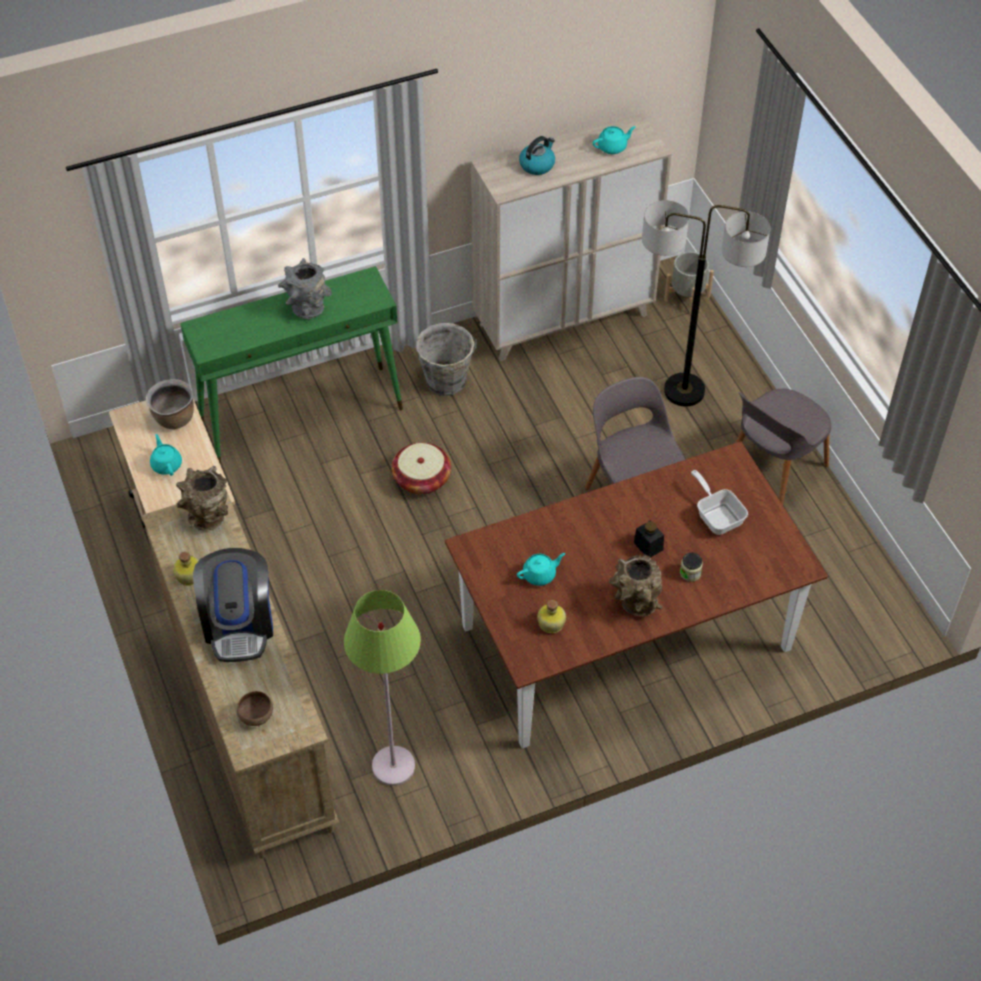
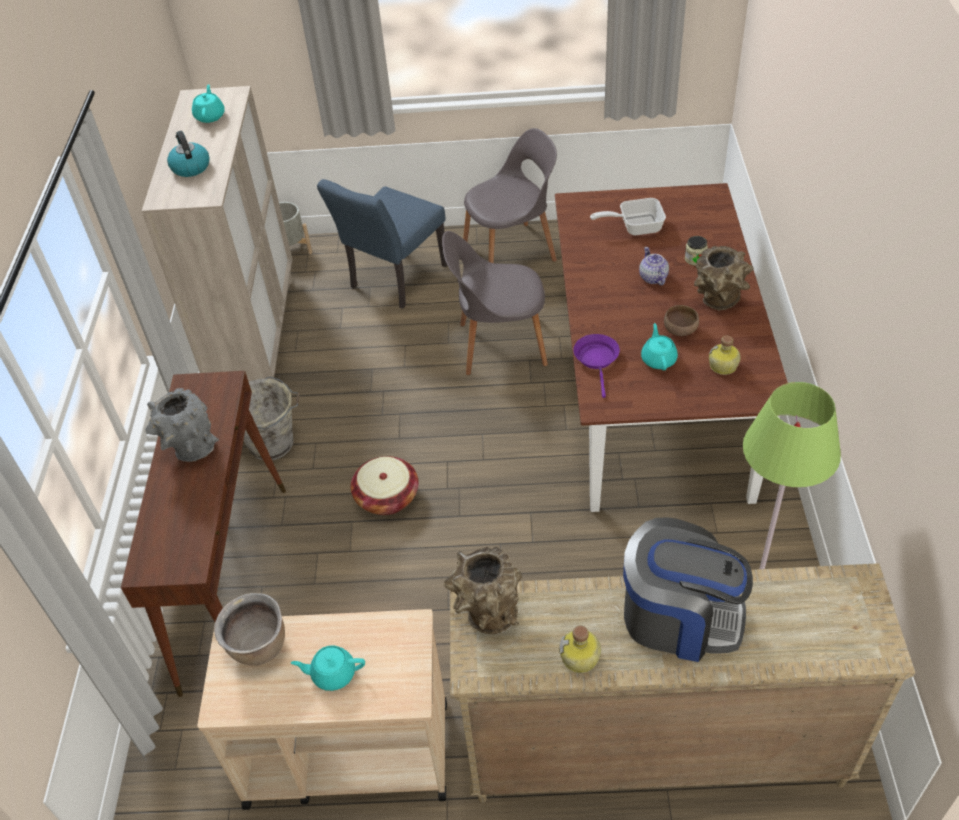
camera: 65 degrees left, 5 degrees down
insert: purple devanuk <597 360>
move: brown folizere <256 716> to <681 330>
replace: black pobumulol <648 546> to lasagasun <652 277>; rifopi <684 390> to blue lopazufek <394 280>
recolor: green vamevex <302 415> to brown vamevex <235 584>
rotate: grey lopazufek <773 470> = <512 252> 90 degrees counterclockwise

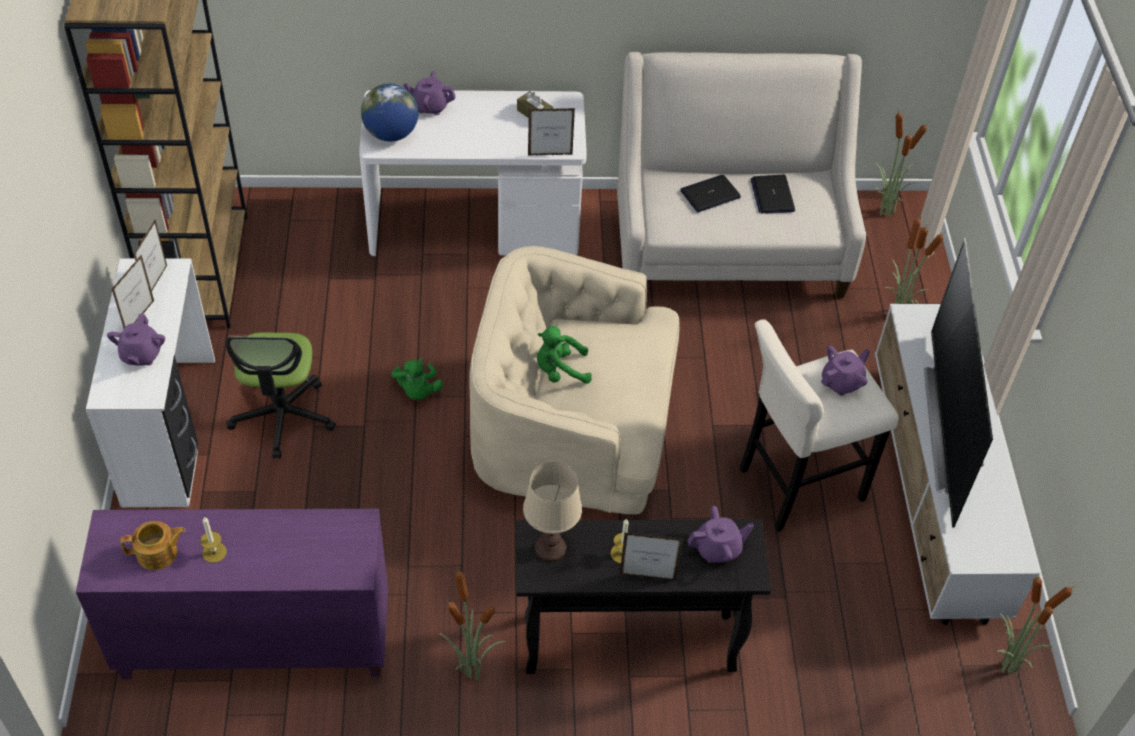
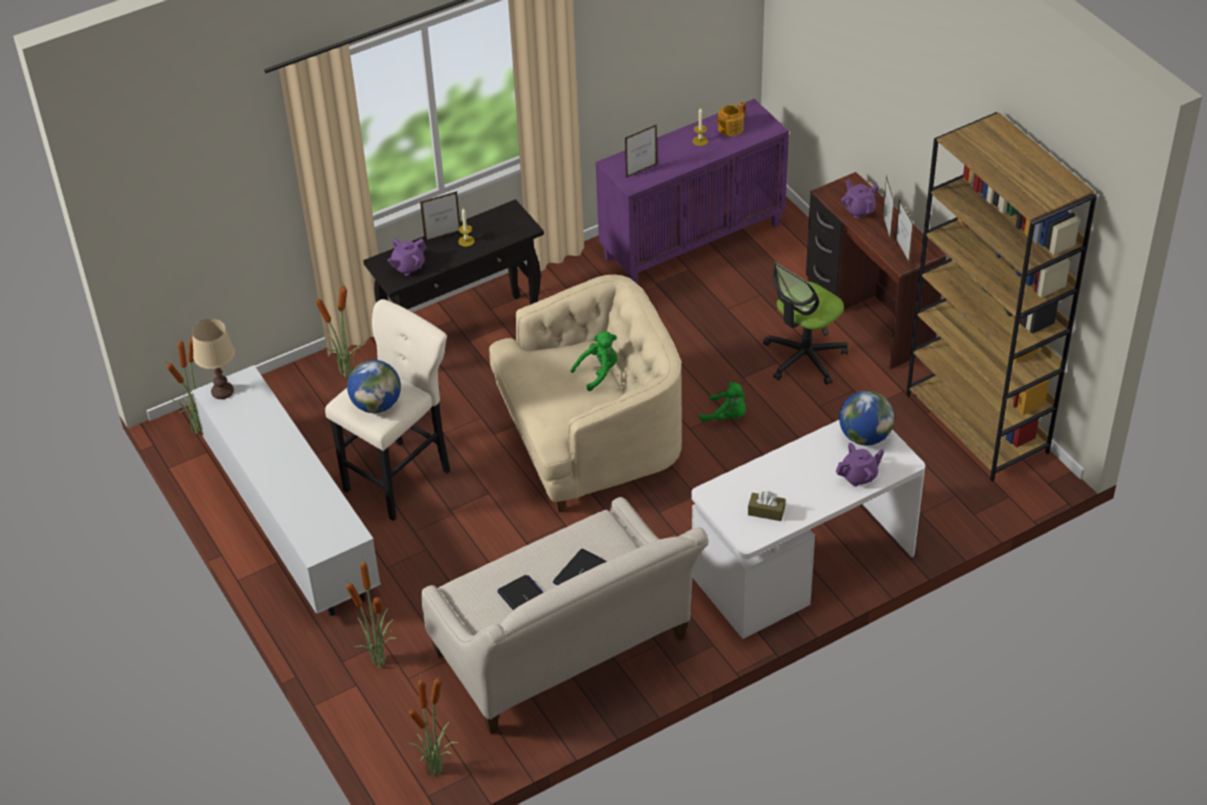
camera: 155 degrees right, 5 degrees down
delete: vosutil <950 429>
move: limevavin <471 669> to <347 374>; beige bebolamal <550 548> to <222 391>; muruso <550 155> to <641 171>
replace: purple lasagasun <842 382> to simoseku <376 405>
recolor: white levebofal <172 431> to brown levebofal <868 317>
rotate: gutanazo <283 417> = <804 357> 105 degrees counterclockwise; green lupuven <417 391> = <727 416> 150 degrees clockwise

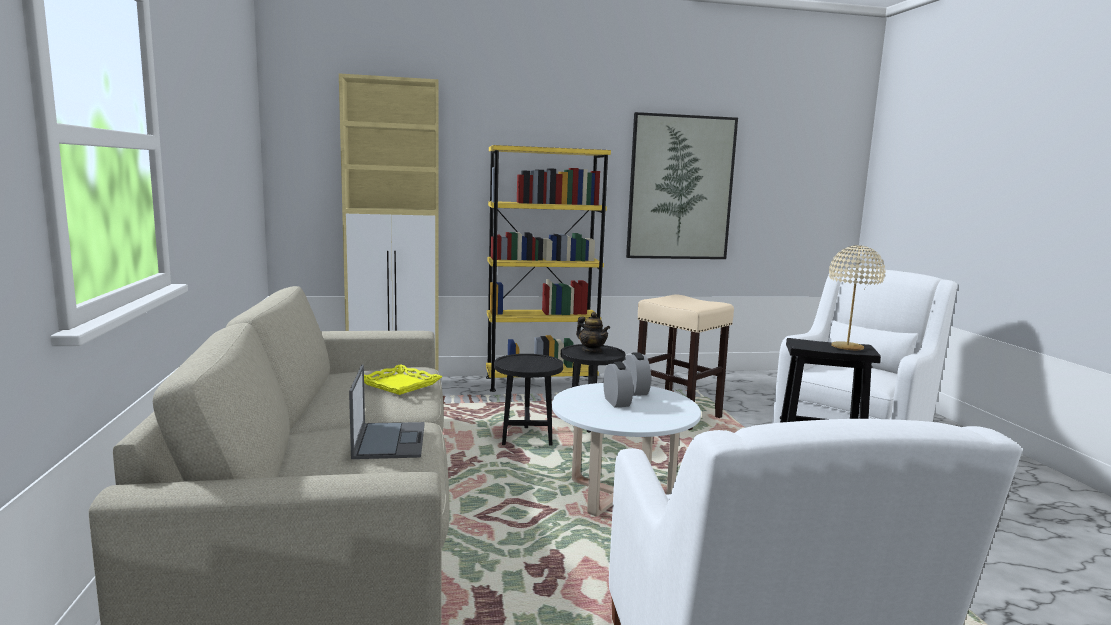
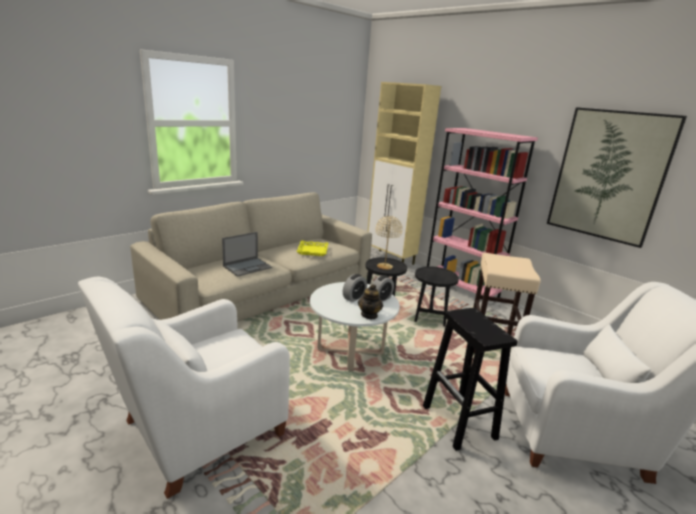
camera: 55 degrees right, 10 degrees up
move: lasagasun <592 351> to <369 315>; beige bebolamal <847 347> to <385 267>
recolor: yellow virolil <541 383> to pink virolil <461 289>

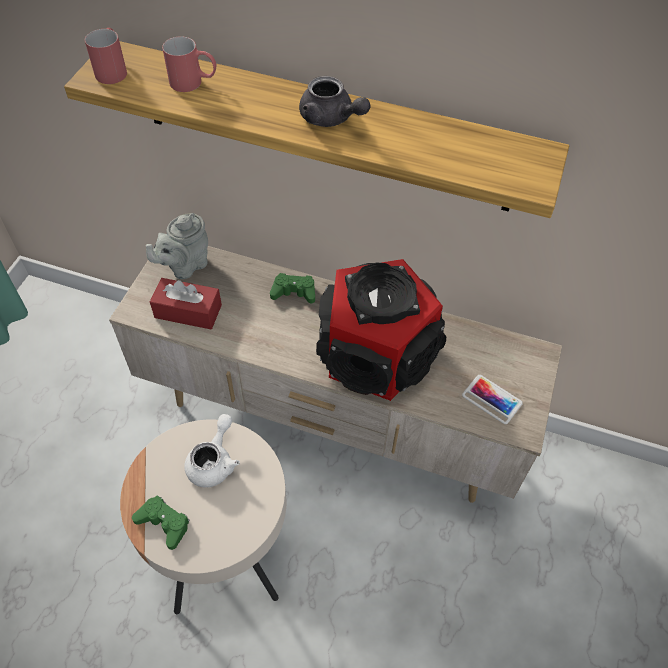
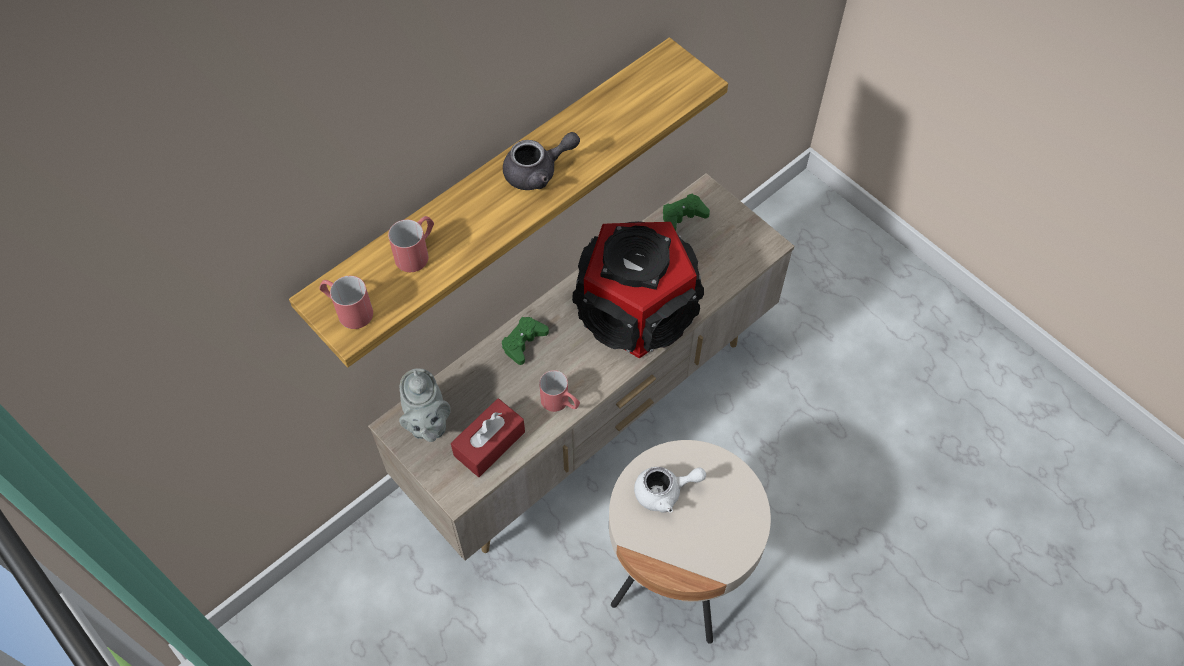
camera: 60 degrees left, 5 degrees up
delete: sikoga <491 399>
insert: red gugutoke <560 403>
move: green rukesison <164 523> to <683 216>
rotate: white lasagasun <214 461> = <665 492> 120 degrees clockwise

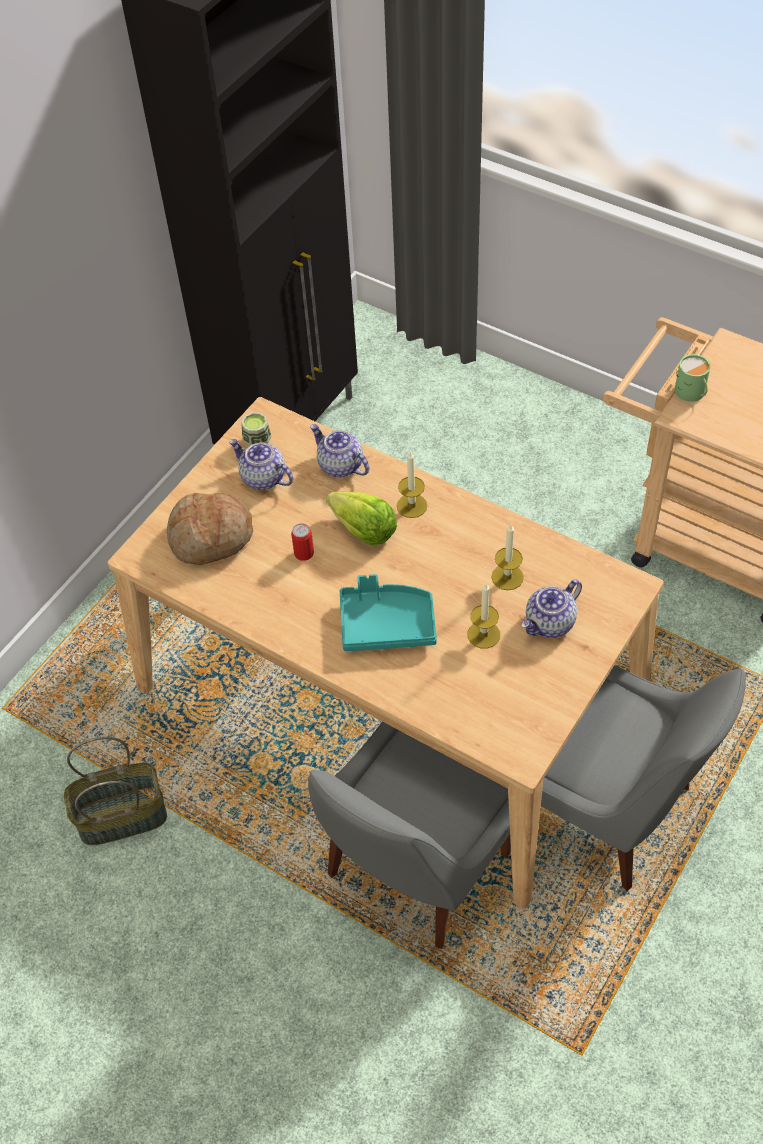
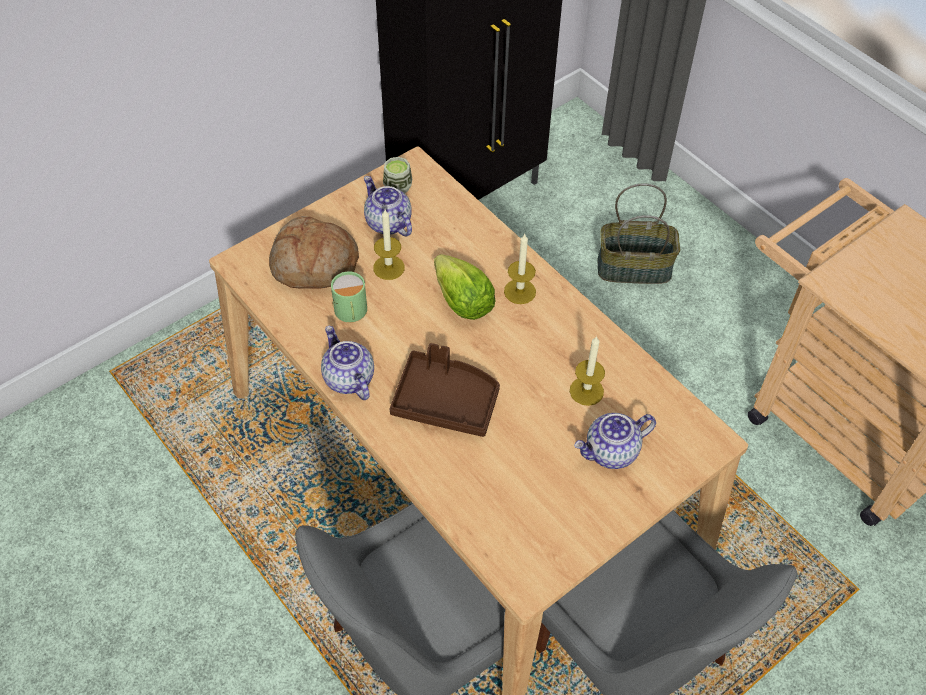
camera: 15 degrees right, 0 degrees up
delete: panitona <304 553>
move: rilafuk <122 815> to <634 267>; lasagasun <340 465> to <348 379>; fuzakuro <483 634> to <389 267>; green gugutoke <691 393> to <350 312>
recolor: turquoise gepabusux <387 624> to brown gepabusux <446 401>

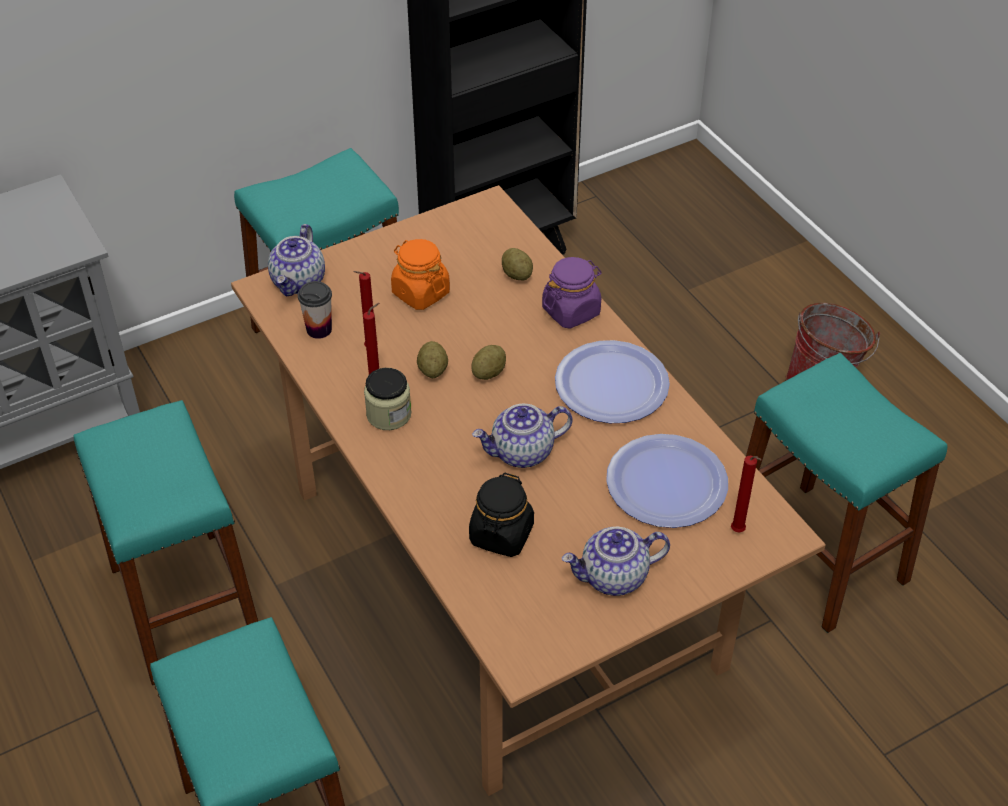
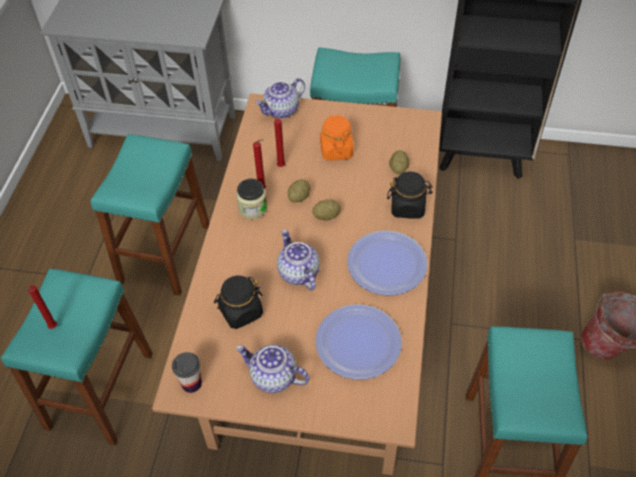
camera: 40 degrees right, 5 degrees up
move: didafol <319 329> to <191 383>; red fuzakuro <739 532> to <52 328>
recolor: purple pobumulol <571 311> to black pobumulol <408 207>
rotate: lasagasun <522 452> = <298 273> 45 degrees clockwise

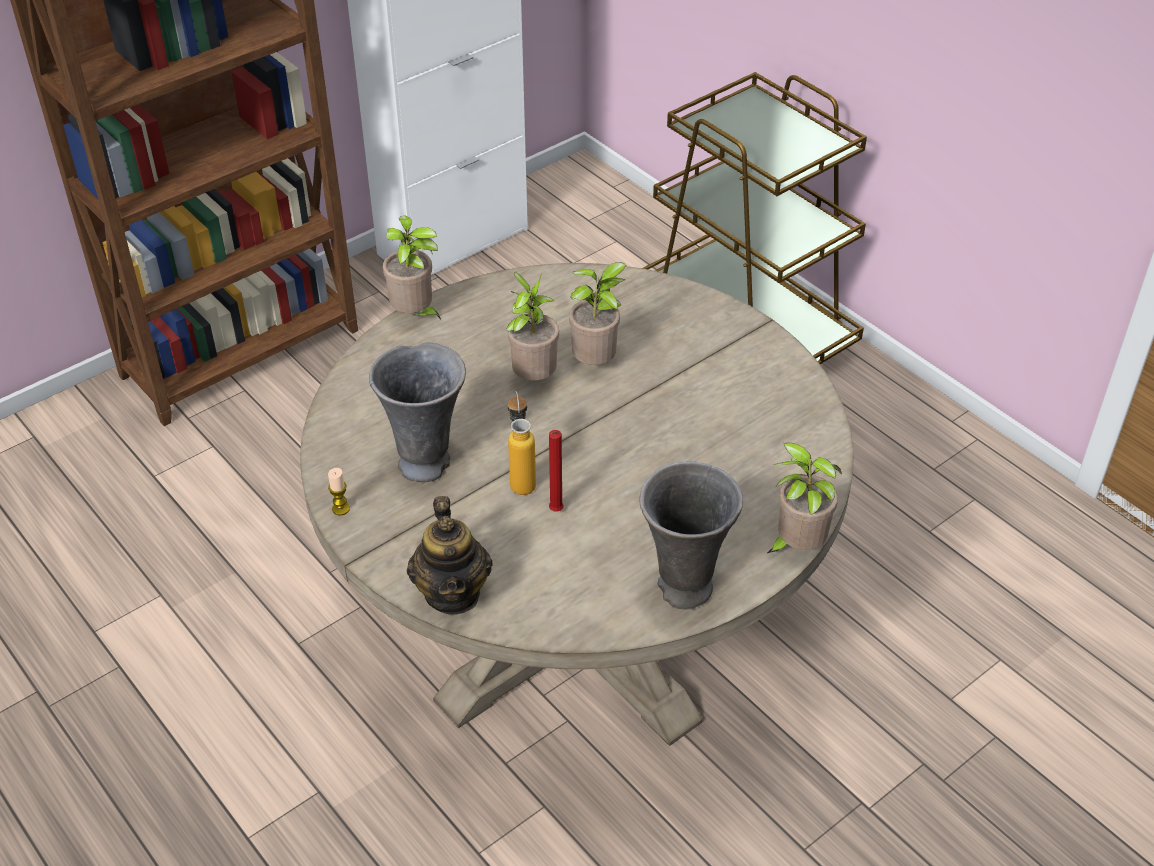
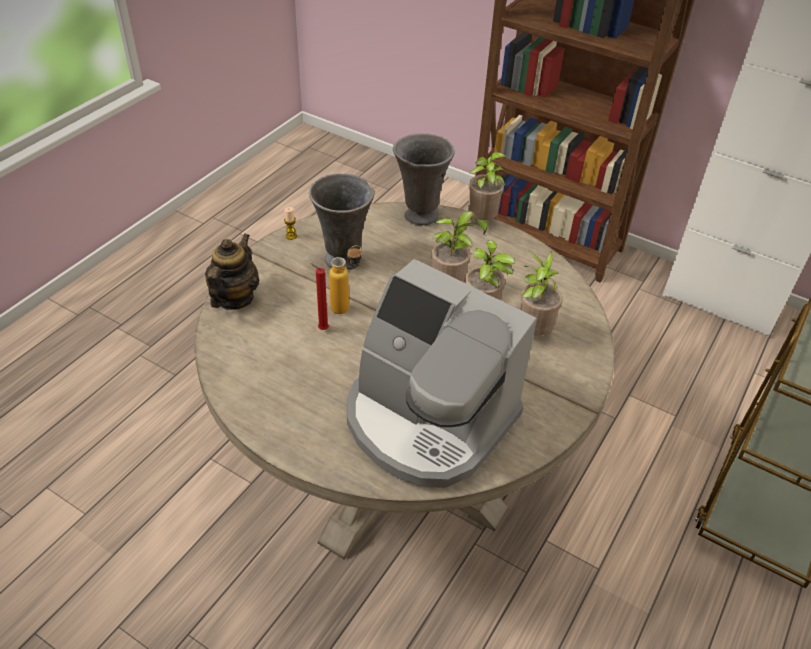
camera: 70 degrees right, 0 degrees up
insert: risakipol <428 420>
move: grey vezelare <684 590> to <419 216>; limevavin <796 546> to <532 332>
rotate: lasagasun <453 593> = <234 298> 135 degrees clockwise

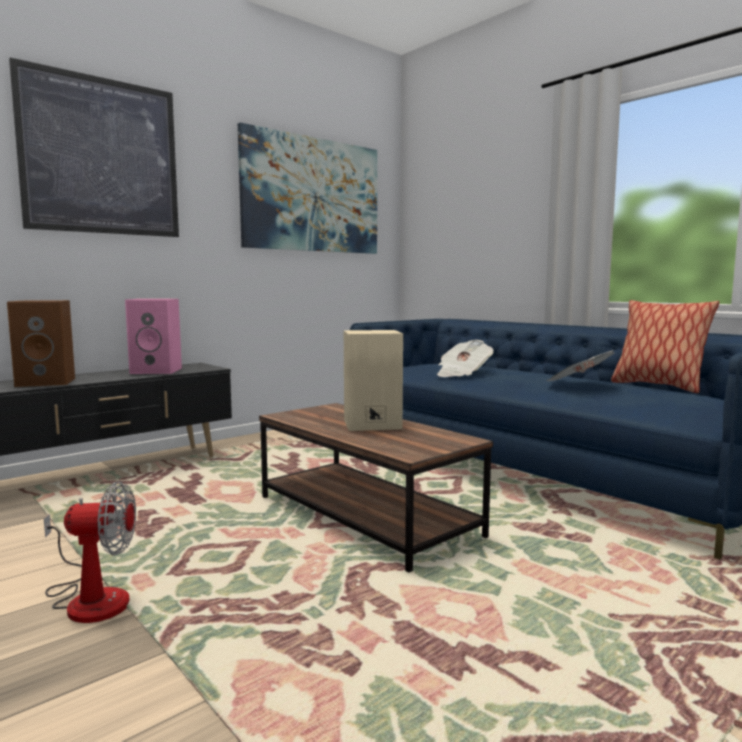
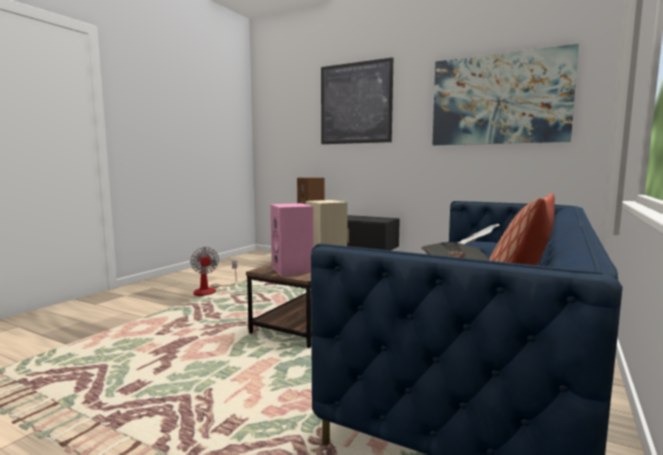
camera: 70 degrees right, 0 degrees up
move: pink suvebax <158 371> to <293 270>

